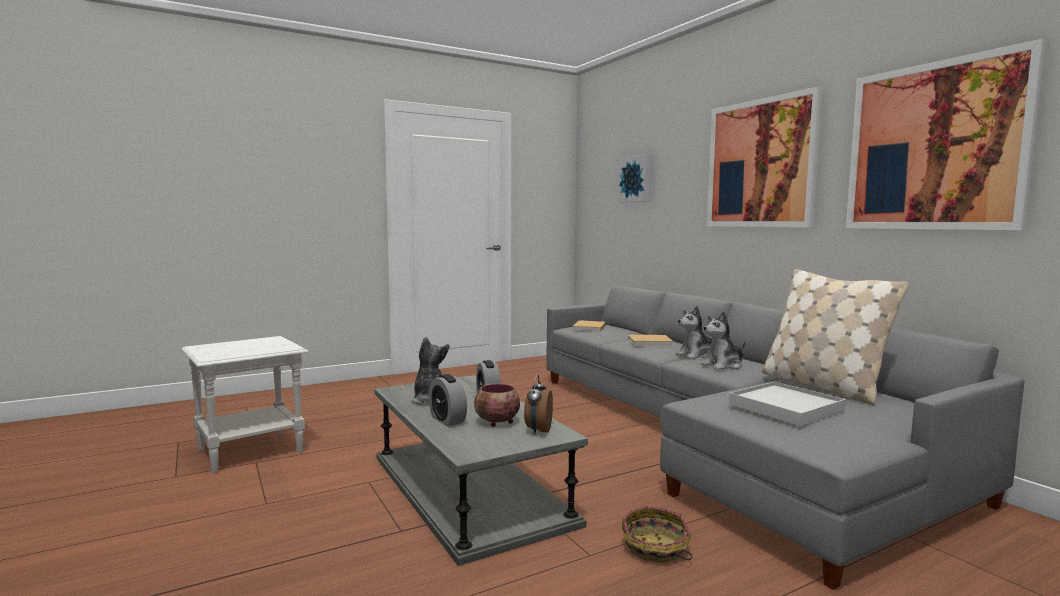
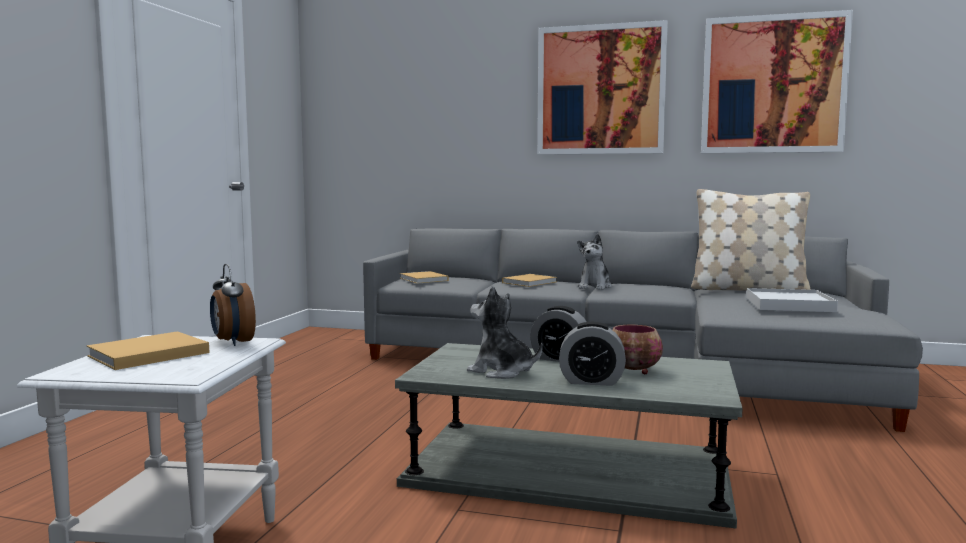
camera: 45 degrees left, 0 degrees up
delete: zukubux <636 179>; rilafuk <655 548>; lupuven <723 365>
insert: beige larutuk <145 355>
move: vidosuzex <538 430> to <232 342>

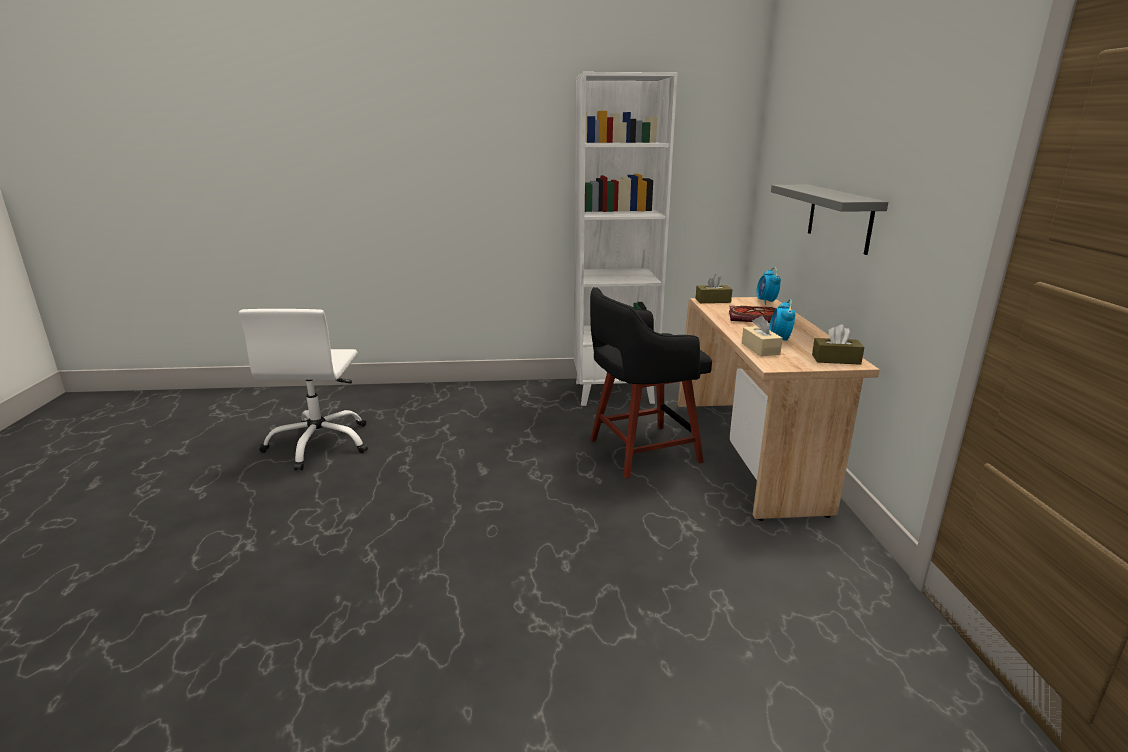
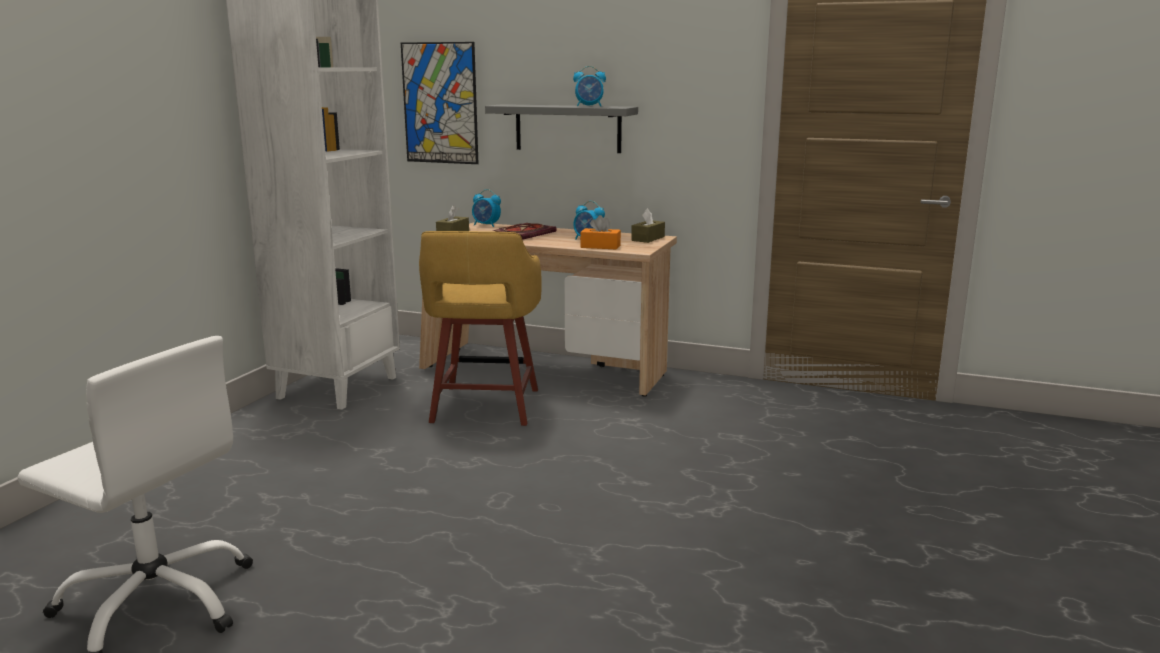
camera: 65 degrees left, 5 degrees down
insert: zukubux <440 103>; vidosuzex <589 106>
recolor: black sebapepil <640 451> to yellow sebapepil <484 407>; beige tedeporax <760 349> to orange tedeporax <600 246>

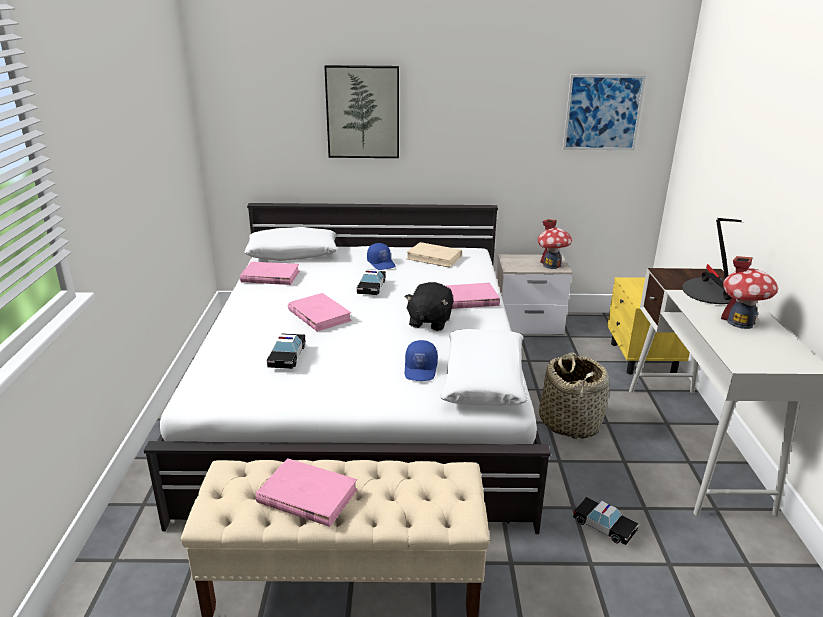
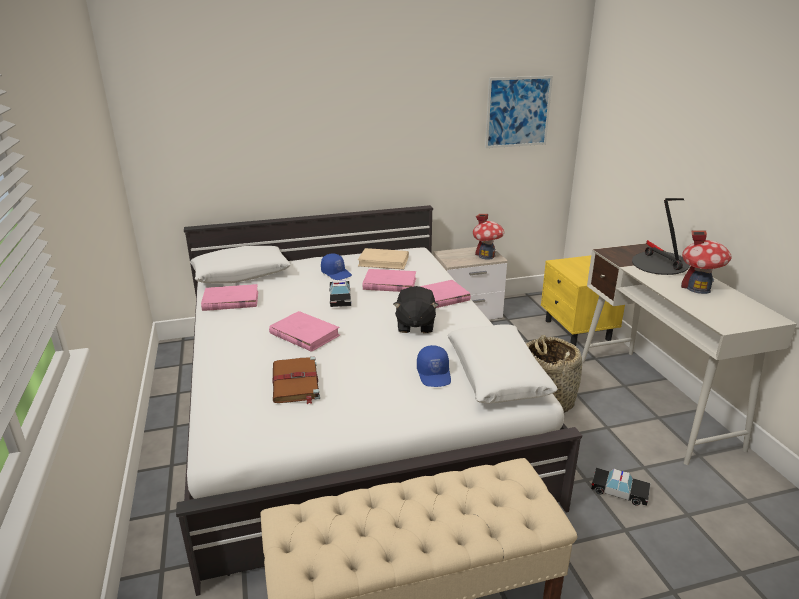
camera: 15 degrees left, 0 degrees up
delete: zukubux <363 112>
move: pink larutuk <307 496> to <389 284>
replace: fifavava <287 357> to brown larutuk <296 383>

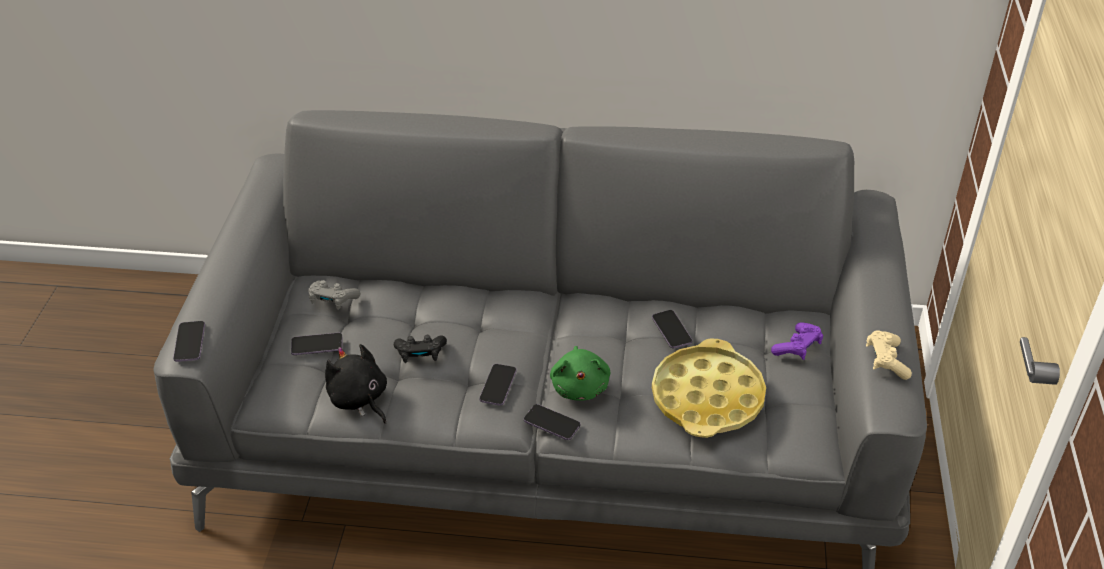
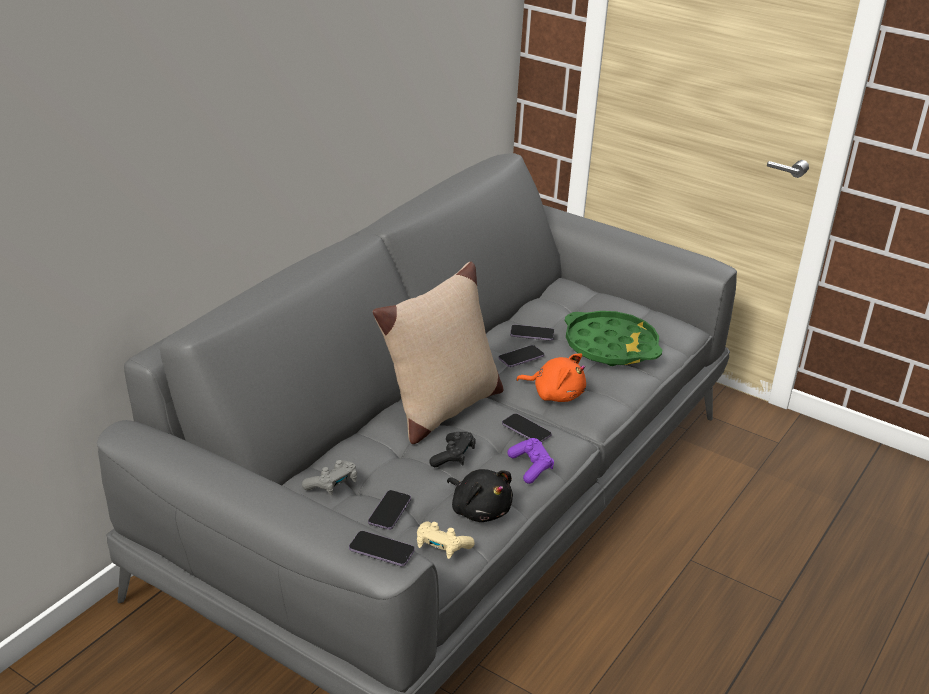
camera: 65 degrees left, 10 degrees down
insert: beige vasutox <441 410>
move: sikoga <552 423> to <521 357>; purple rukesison <797 348> to <531 467>; beige rukesison <886 361> to <441 547>
recolor: green lupuven <580 386> to orange lupuven <555 394>; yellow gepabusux <707 397> to green gepabusux <611 346>
rotate: black lupuven <359 399> = <479 510> 120 degrees counterclockwise

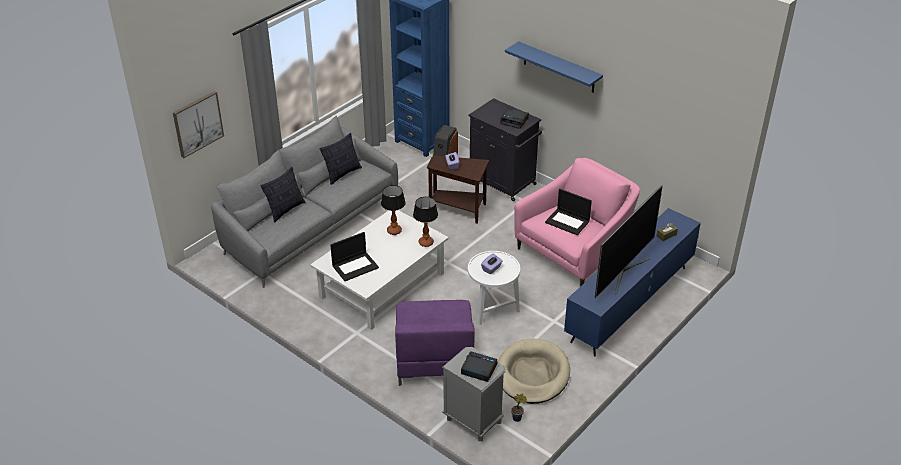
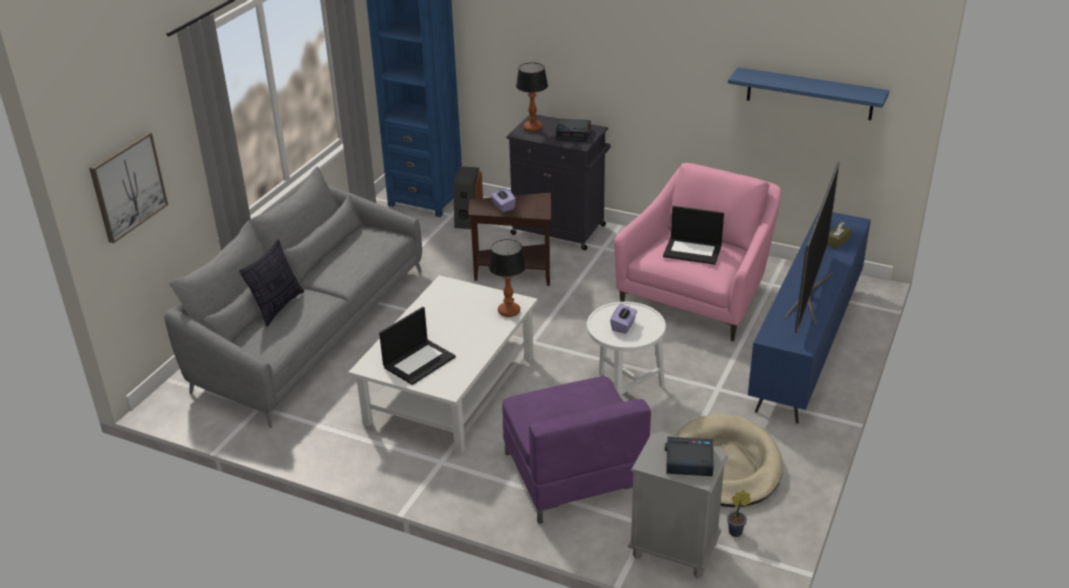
camera: 15 degrees left, 5 degrees down
delete: vasutox <342 174>
move: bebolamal <394 230> to <533 128>; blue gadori <559 67> to <809 94>

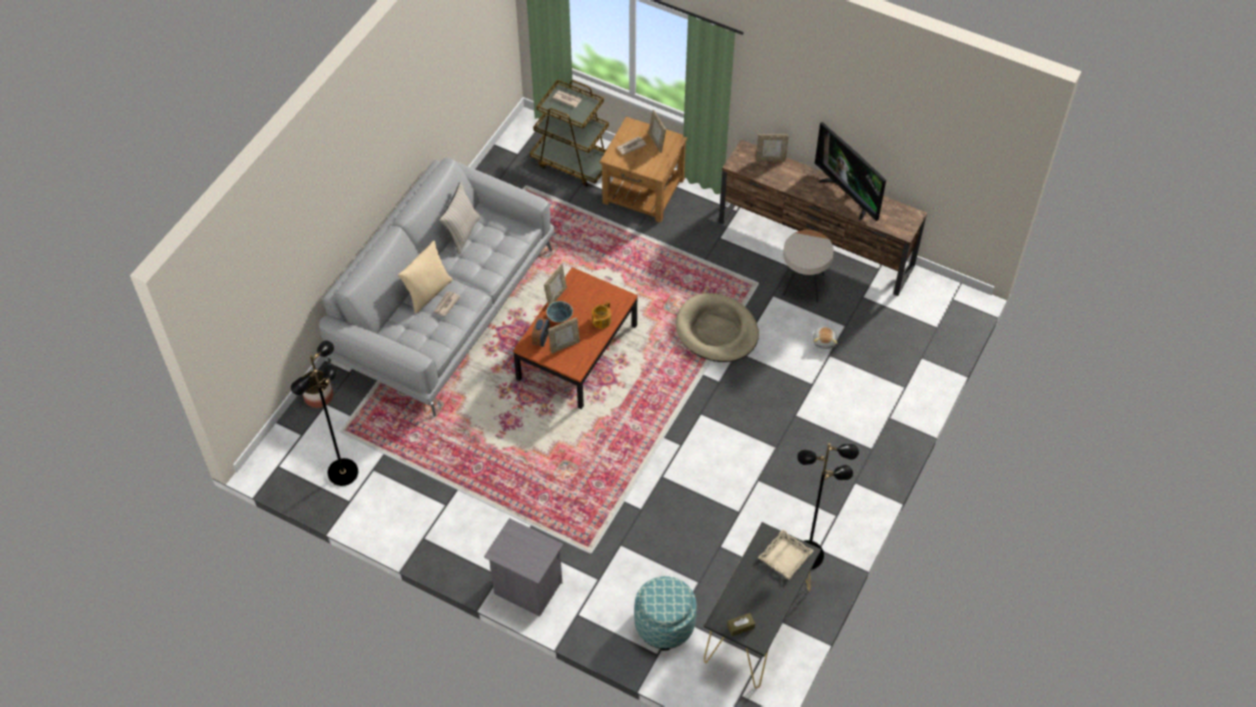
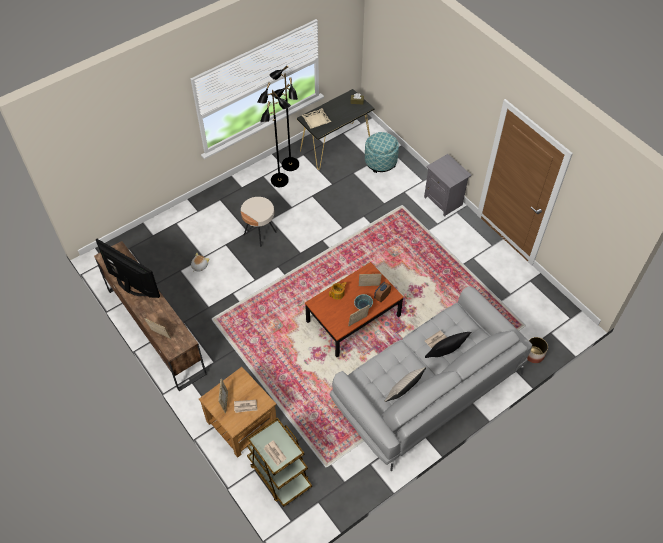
camera: 155 degrees left, 0 degrees up
delete: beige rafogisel <716 331>
move: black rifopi <342 472> to <279 181>; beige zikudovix <803 285> to <260 234>
recolor: beige vasutox <428 293> to black vasutox <445 354>
rotate: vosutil <848 195> = <131 287> 45 degrees counterclockwise

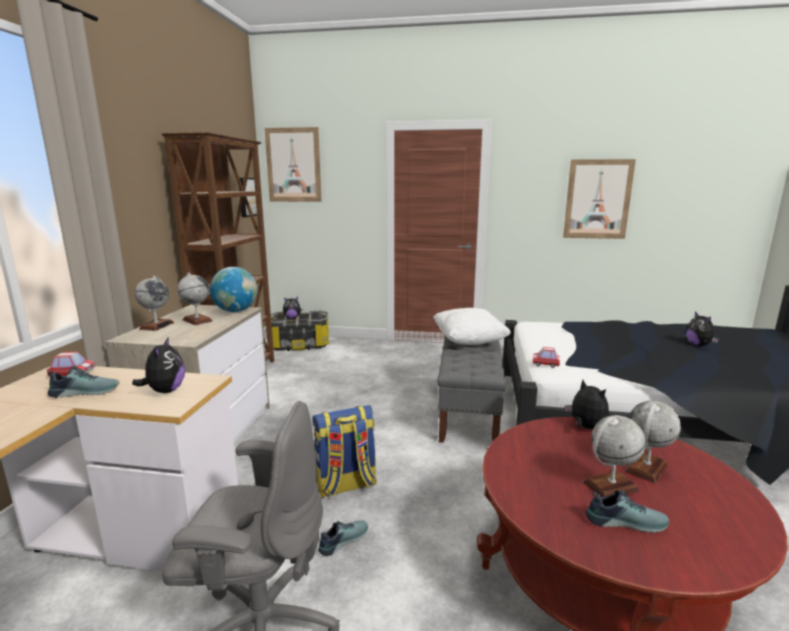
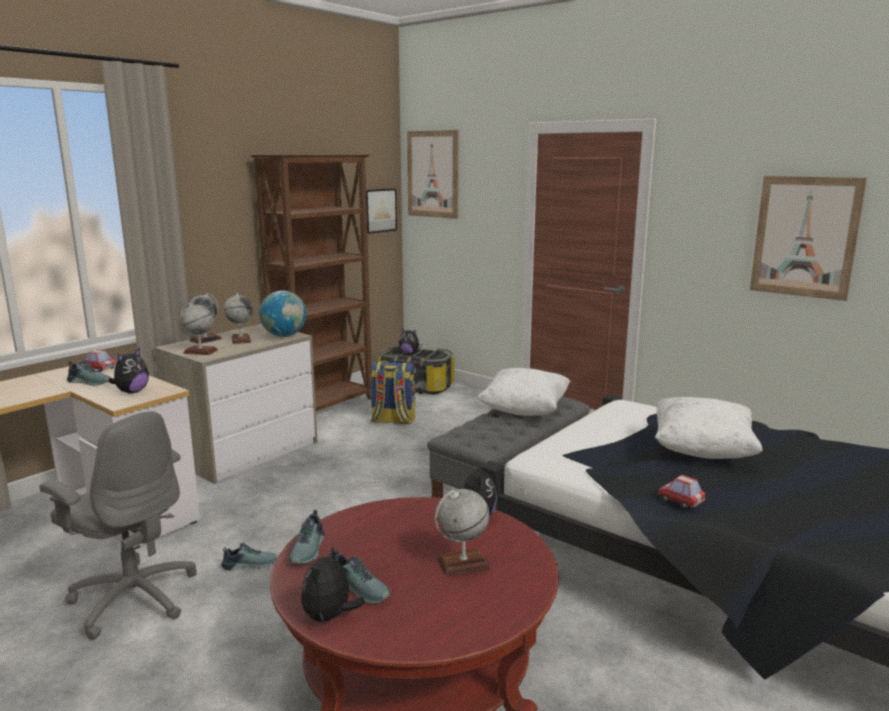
camera: 30 degrees right, 0 degrees up
insert: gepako <309 550>; white vasutox <702 451>
move: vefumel <345 485> to <392 420>; fifavava <545 364> to <681 501>; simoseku <610 486> to <200 351>; lupuven <698 345> to <329 617>

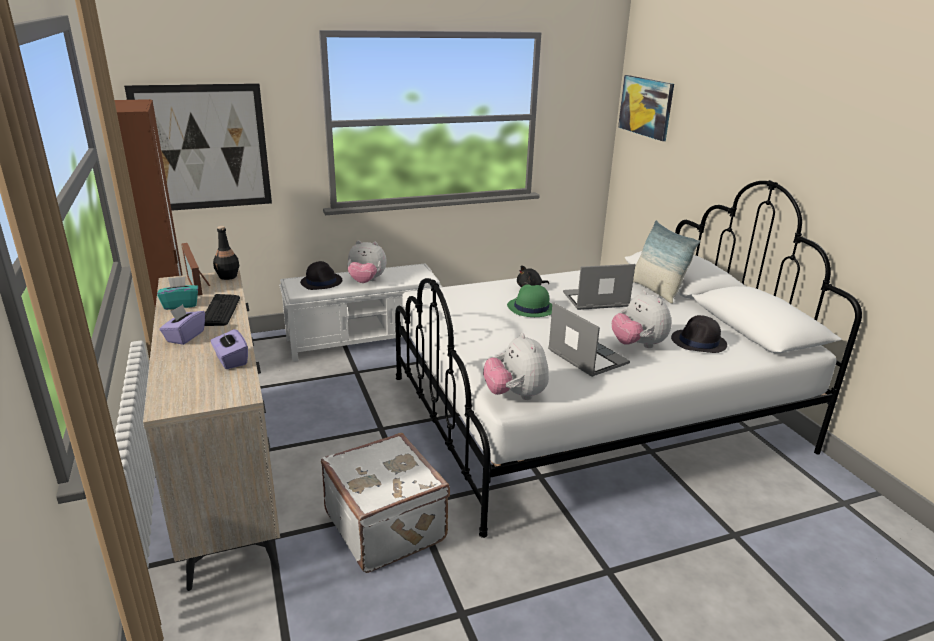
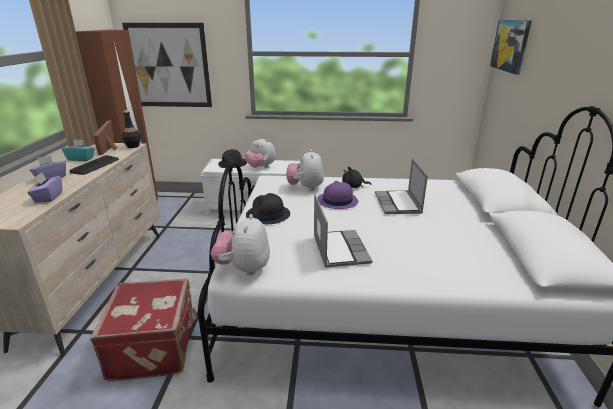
camera: 25 degrees right, 0 degrees up
delete: vasutox <656 291>
move: lupuven <638 345> to <305 188>; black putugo <698 342> to <268 215>
recolor: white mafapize <387 525> to red mafapize <155 347>; green putugo <531 308> to purple putugo <337 201>
rotate: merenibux <595 300> = <398 204> 105 degrees counterclockwise

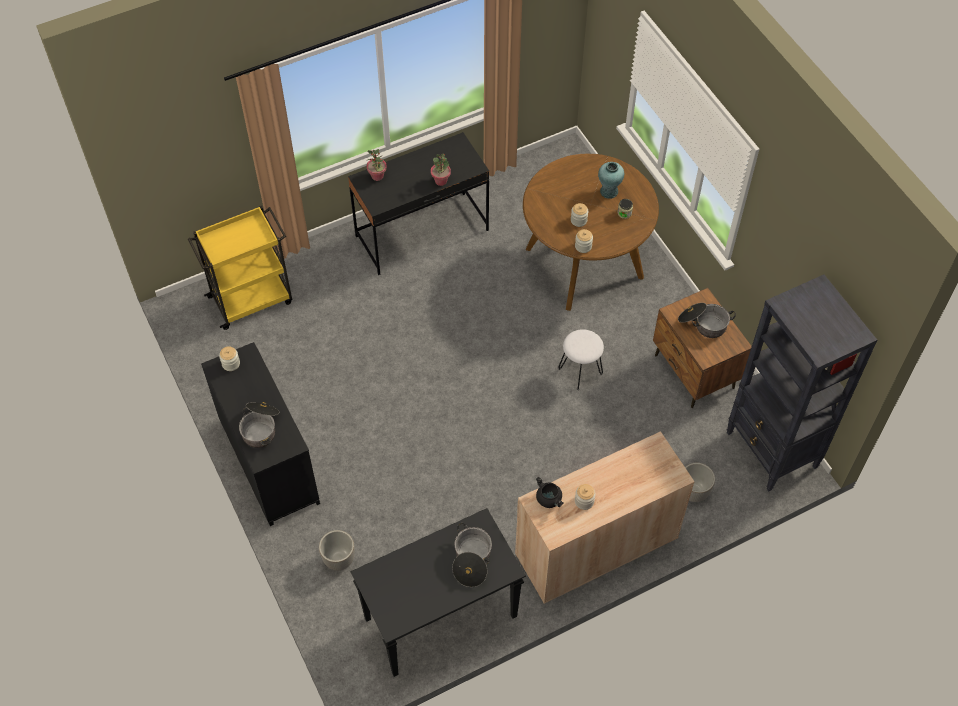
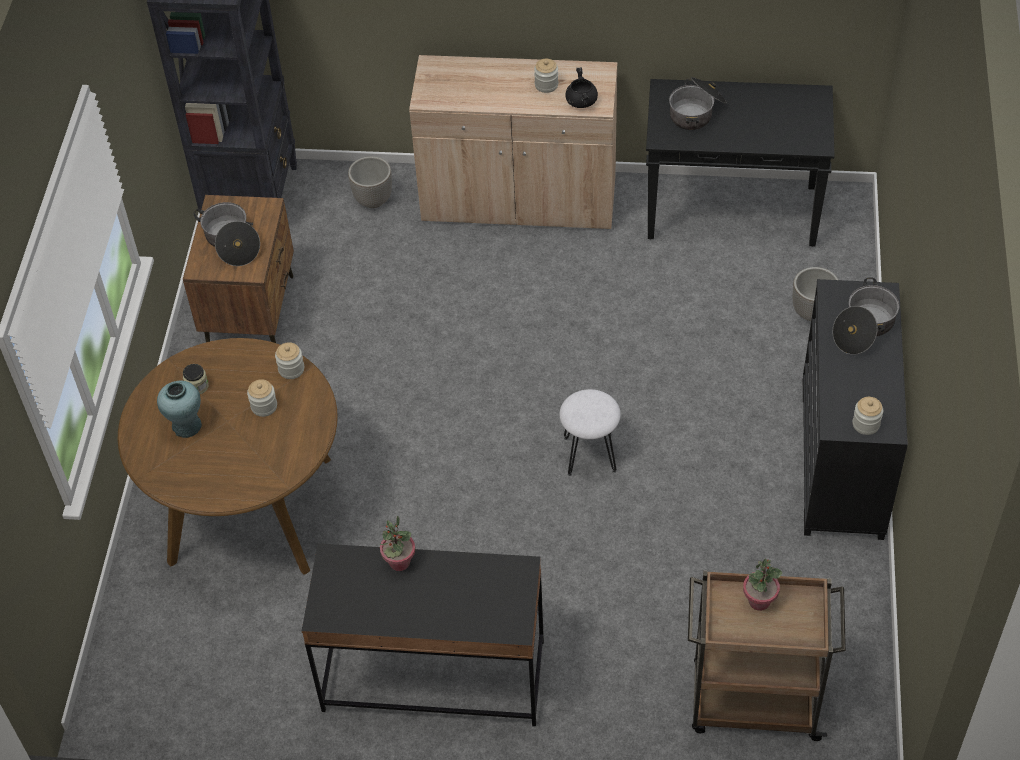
camera: 145 degrees left, 5 degrees down
move: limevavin <377 176> to <759 601>; white sebapepil <580 371> to <589 454>
recolor: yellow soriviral <252 299> to brown soriviral <752 701>

